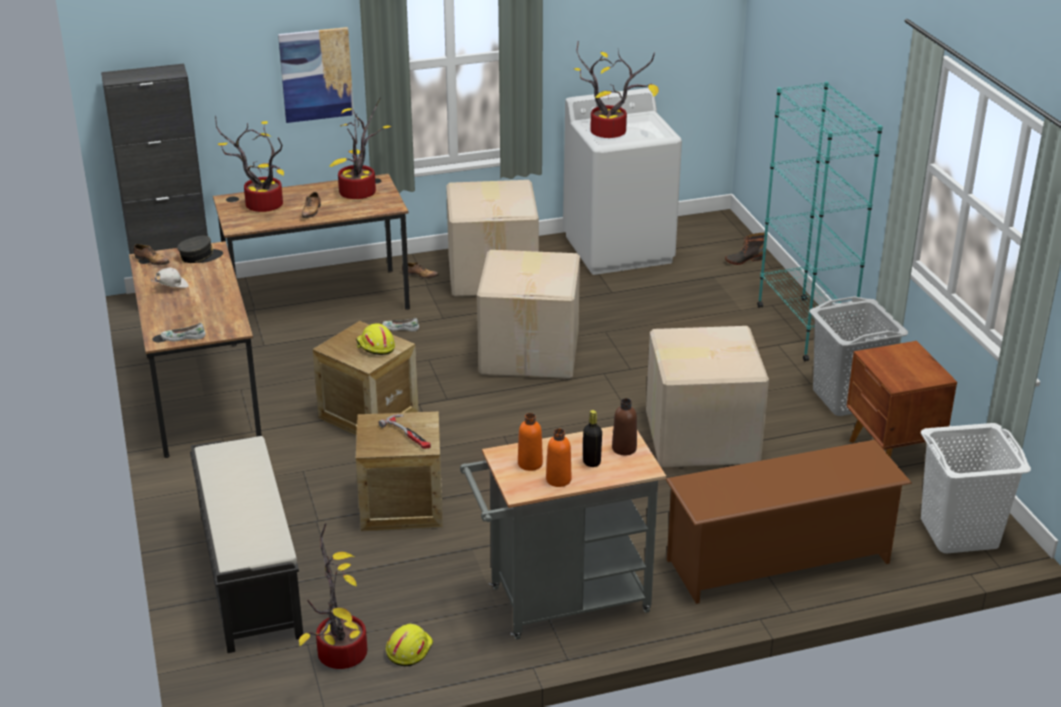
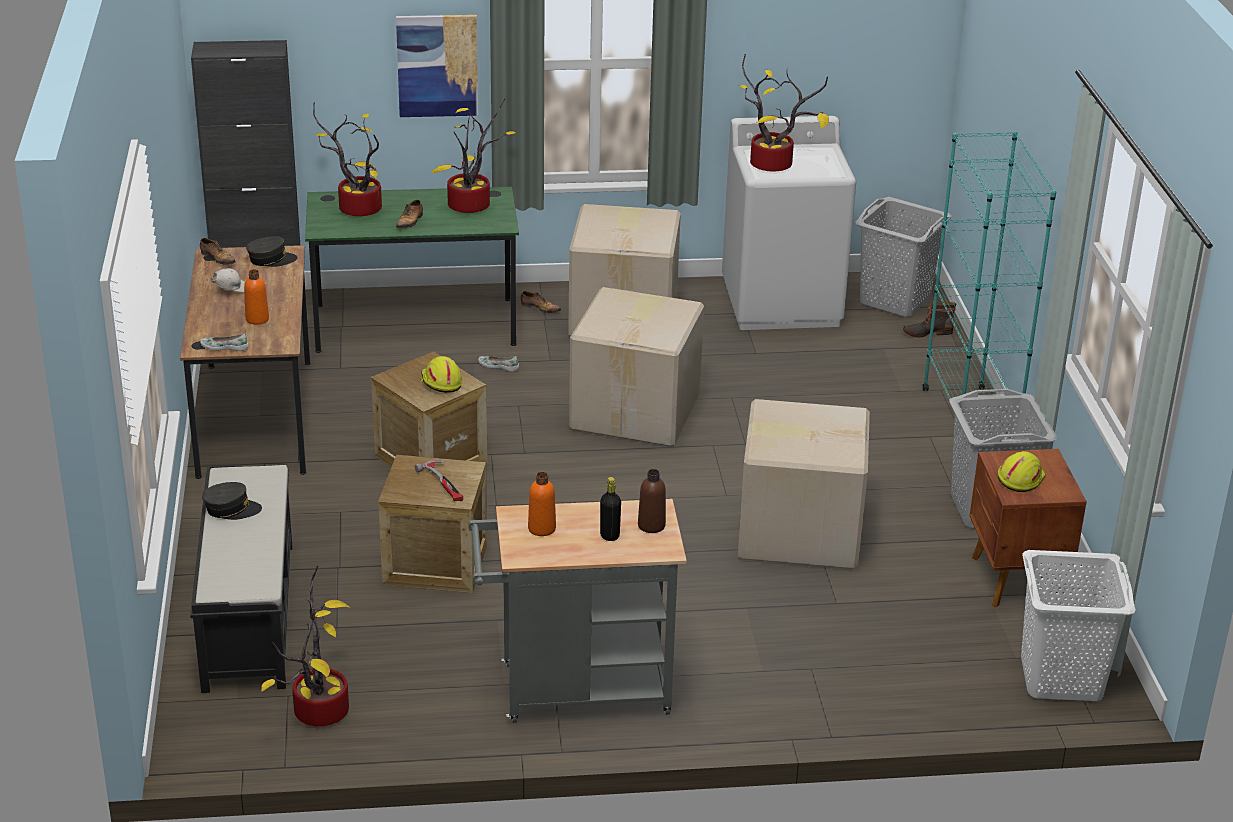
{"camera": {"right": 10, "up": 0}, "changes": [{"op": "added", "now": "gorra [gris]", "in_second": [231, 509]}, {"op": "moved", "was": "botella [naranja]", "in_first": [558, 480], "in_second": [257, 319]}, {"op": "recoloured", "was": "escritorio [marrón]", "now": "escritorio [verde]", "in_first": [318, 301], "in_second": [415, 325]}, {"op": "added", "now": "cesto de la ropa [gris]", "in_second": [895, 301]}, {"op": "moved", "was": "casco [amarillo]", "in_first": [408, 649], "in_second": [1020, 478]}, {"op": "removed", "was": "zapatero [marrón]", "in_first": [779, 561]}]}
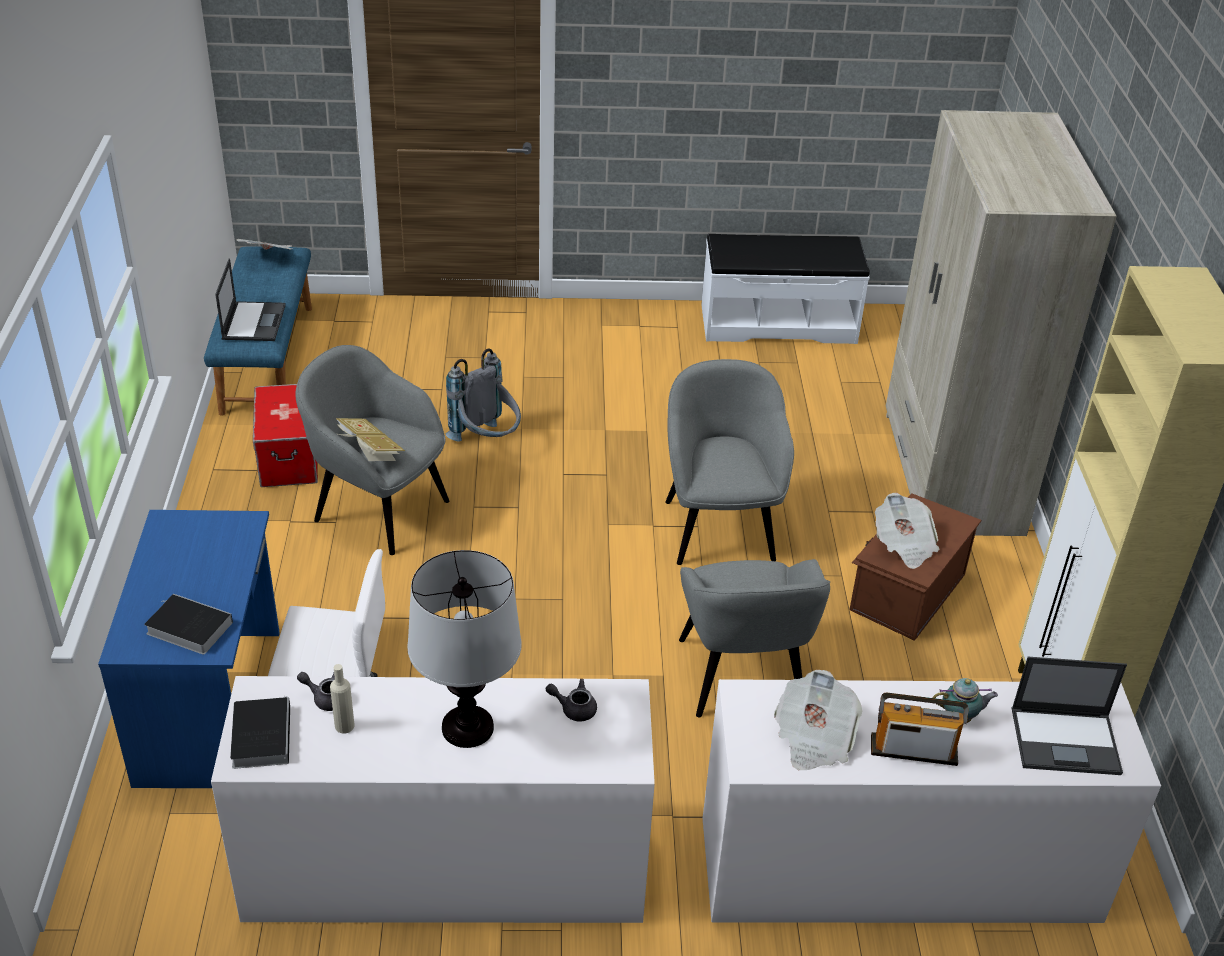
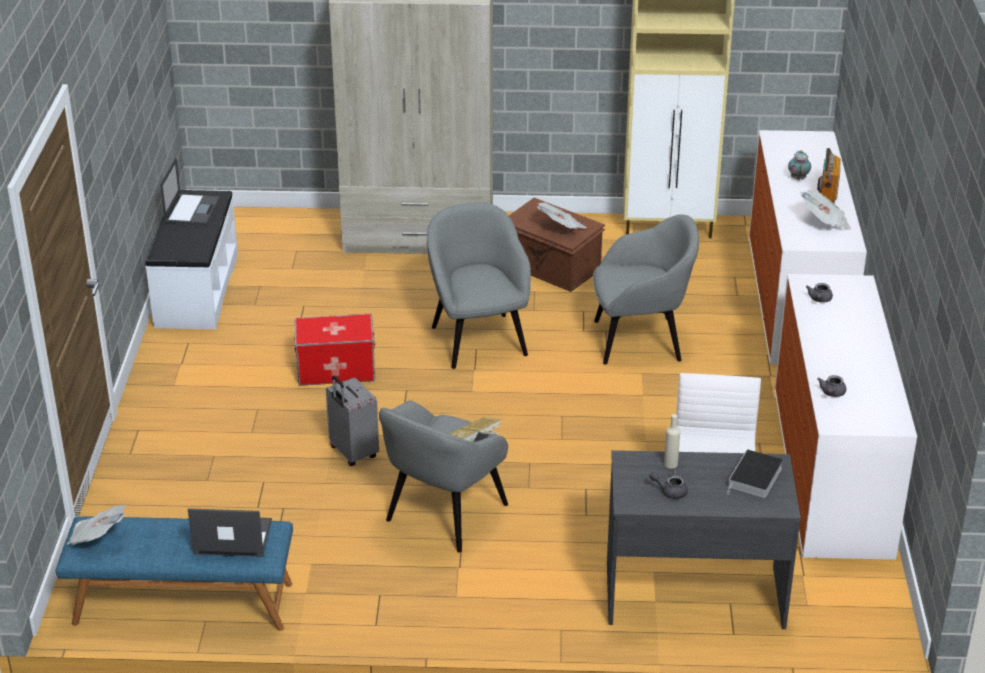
{"camera": {"right": -85, "up": -5}, "changes": [{"op": "moved", "was": "portátil", "in_first": [1066, 741], "in_second": [192, 209]}, {"op": "moved", "was": "caja de almacenaje", "in_first": [288, 457], "in_second": [336, 370]}, {"op": "replaced", "was": "mochila [gris]", "now": "maleta [gris]", "in_first": [487, 442], "in_second": [352, 453]}, {"op": "turned", "was": "sillón [gris]", "in_first": [719, 527], "in_second": [478, 339], "clockwise": 75}, {"op": "recoloured", "was": "escritorio [azul]", "now": "escritorio [gris]", "in_first": [212, 705], "in_second": [693, 593]}, {"op": "added", "now": "tetera [gris]", "in_second": [670, 491]}, {"op": "moved", "was": "botella [beis]", "in_first": [344, 726], "in_second": [670, 464]}, {"op": "removed", "was": "libro", "in_first": [261, 734]}, {"op": "removed", "was": "lámpara de mesa", "in_first": [467, 728]}]}
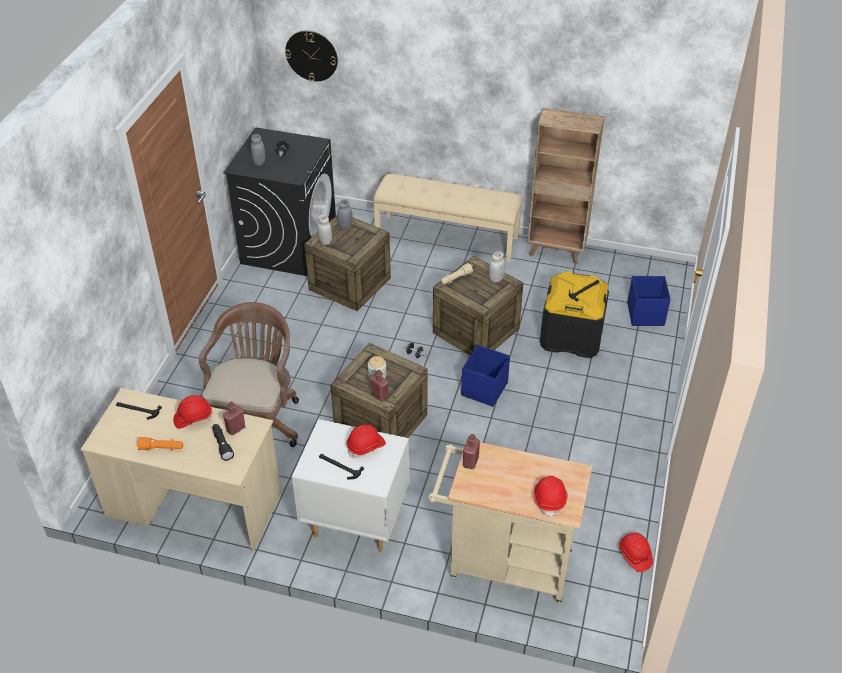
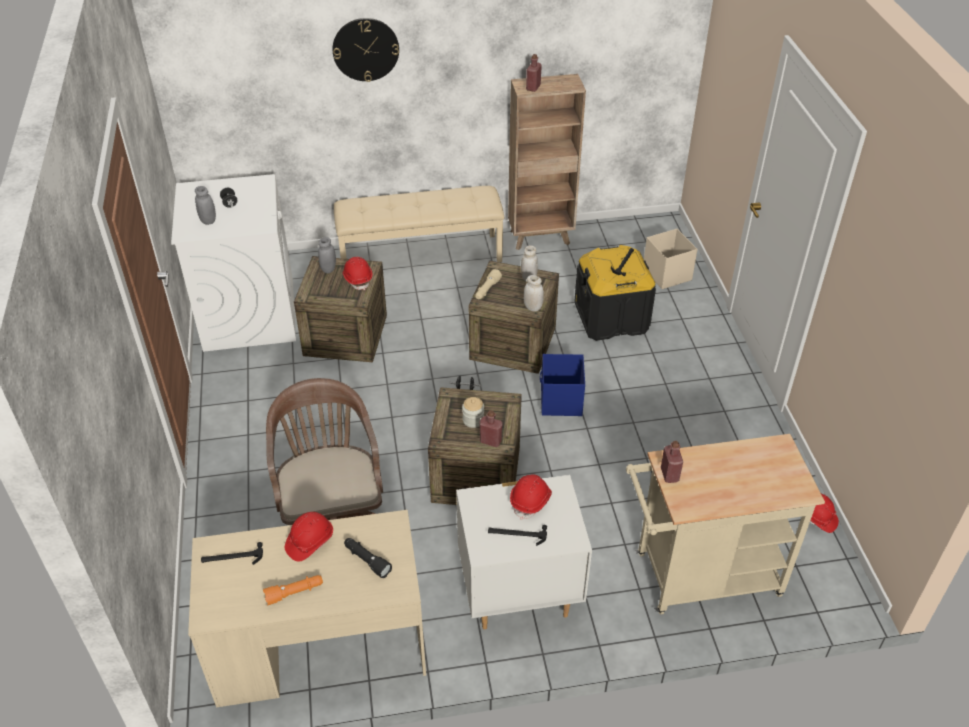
{"camera": {"right": -25, "up": 0}, "changes": [{"op": "recoloured", "was": "lavadora [negro]", "now": "lavadora [blanco]", "in_first": [289, 245], "in_second": [249, 314]}, {"op": "moved", "was": "reloj de pared", "in_first": [311, 55], "in_second": [365, 49]}, {"op": "moved", "was": "casco [rojo]", "in_first": [549, 499], "in_second": [357, 279]}, {"op": "moved", "was": "tarro [blanco]", "in_first": [325, 241], "in_second": [533, 307]}, {"op": "moved", "was": "botella [rojo]", "in_first": [236, 429], "in_second": [533, 87]}, {"op": "recoloured", "was": "caja de almacenaje [azul]", "now": "caja de almacenaje [beis]", "in_first": [645, 314], "in_second": [666, 274]}]}
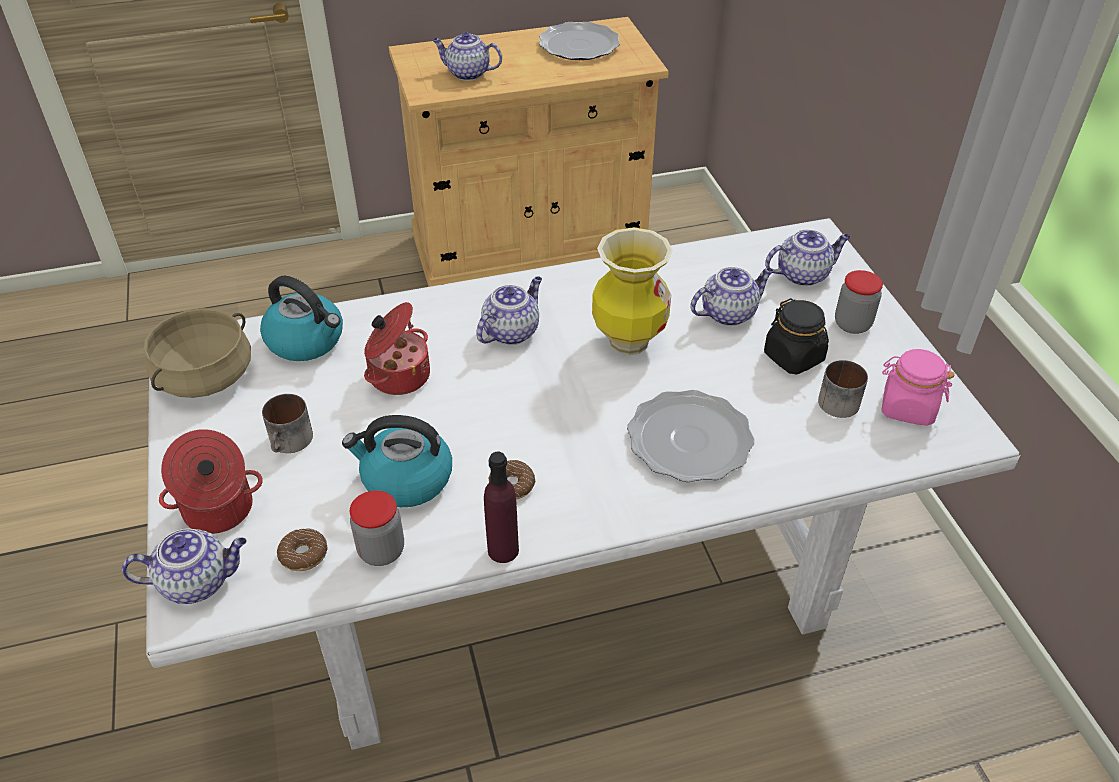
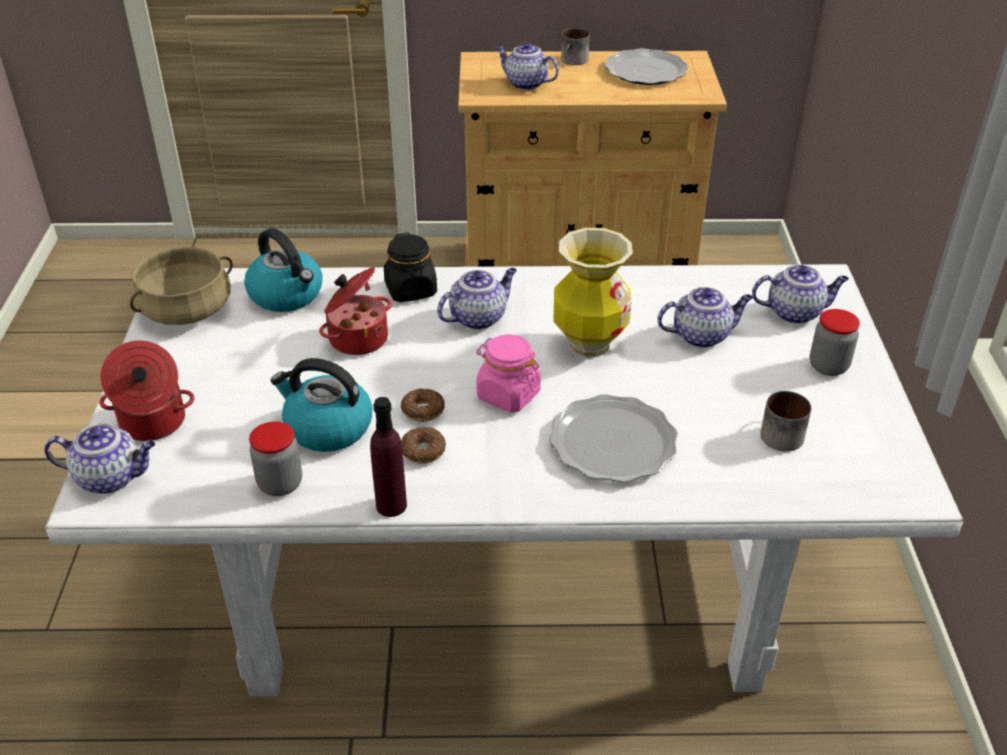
{"camera": {"right": 15, "up": -5}, "changes": [{"op": "moved", "was": "tarro [negro]", "in_first": [794, 357], "in_second": [411, 290]}, {"op": "moved", "was": "rosquilla", "in_first": [304, 555], "in_second": [423, 410]}, {"op": "moved", "was": "tarro [rosa]", "in_first": [907, 407], "in_second": [508, 395]}, {"op": "moved", "was": "taza grande", "in_first": [291, 442], "in_second": [574, 61]}]}
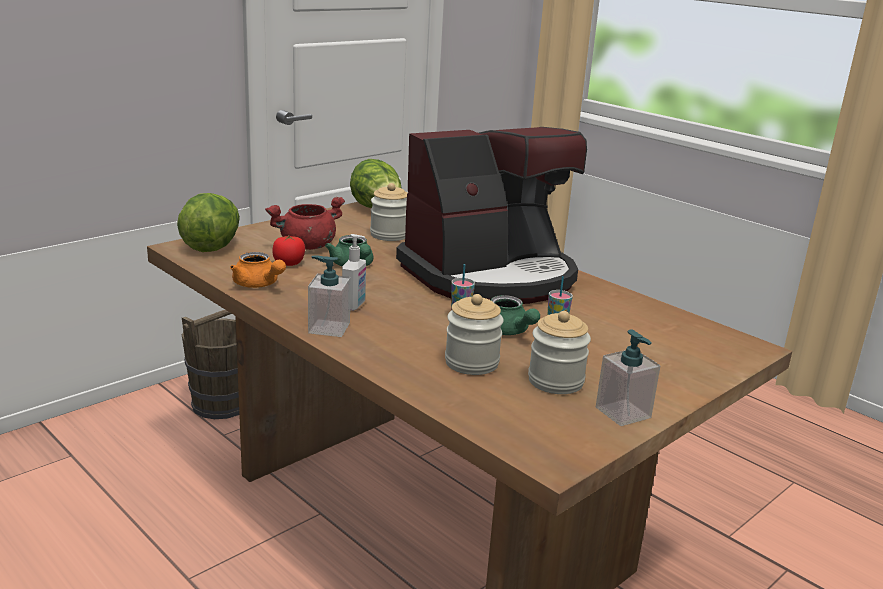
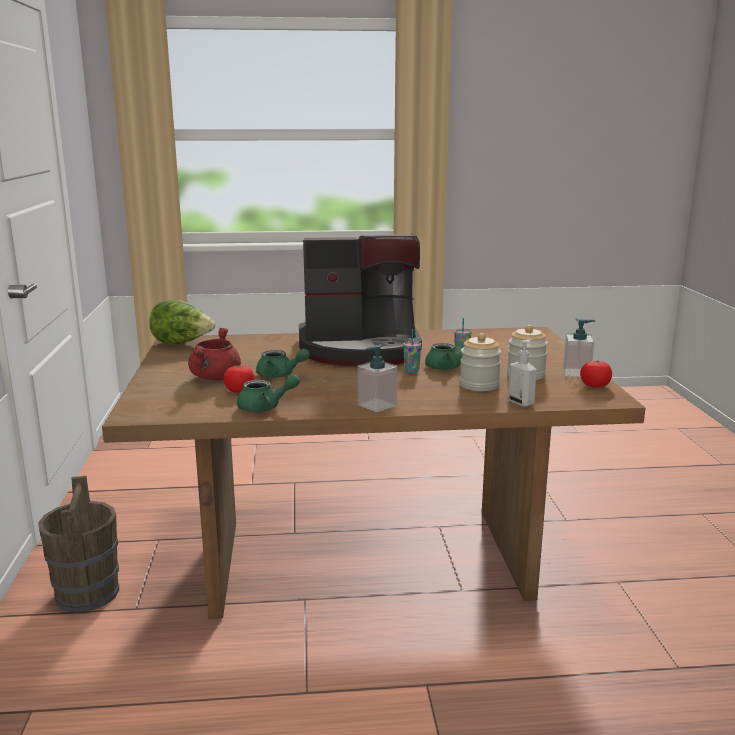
{"camera": {"right": -50, "up": -5}, "changes": [{"op": "recoloured", "was": "tetera [naranja]", "now": "tetera [verde]", "in_first": [258, 285], "in_second": [265, 407]}, {"op": "turned", "was": "cafetera", "in_first": [490, 276], "in_second": [361, 349], "clockwise": 75}, {"op": "moved", "was": "dispensador de jabón", "in_first": [354, 305], "in_second": [521, 403]}, {"op": "added", "now": "tomate", "in_second": [595, 385]}, {"op": "removed", "was": "lechuga", "in_first": [211, 245]}, {"op": "removed", "was": "tarro", "in_first": [389, 235]}]}
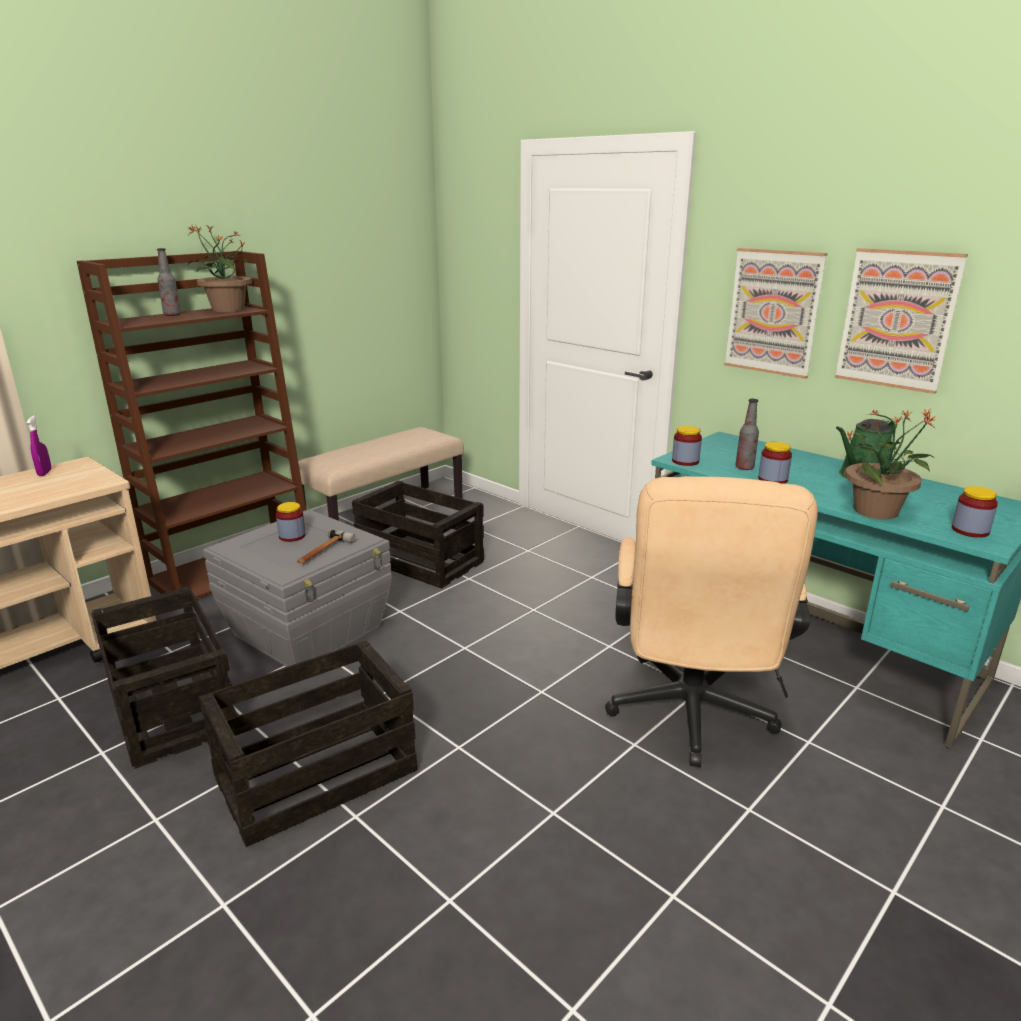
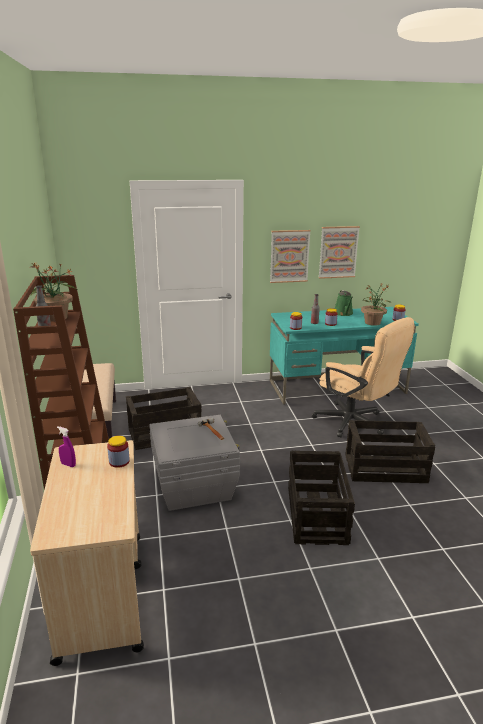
{"camera": {"right": -55, "up": 0}, "changes": [{"op": "moved", "was": "tarro", "in_first": [292, 536], "in_second": [119, 462]}, {"op": "moved", "was": "caja de embalaje", "in_first": [172, 707], "in_second": [385, 469]}]}
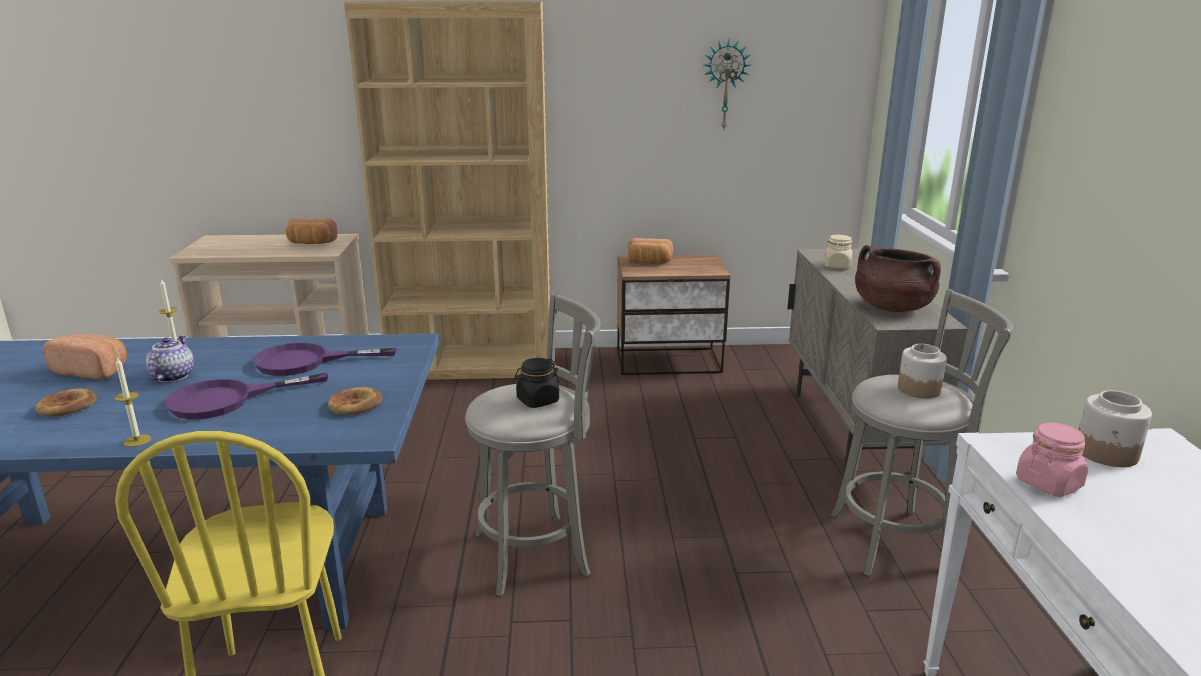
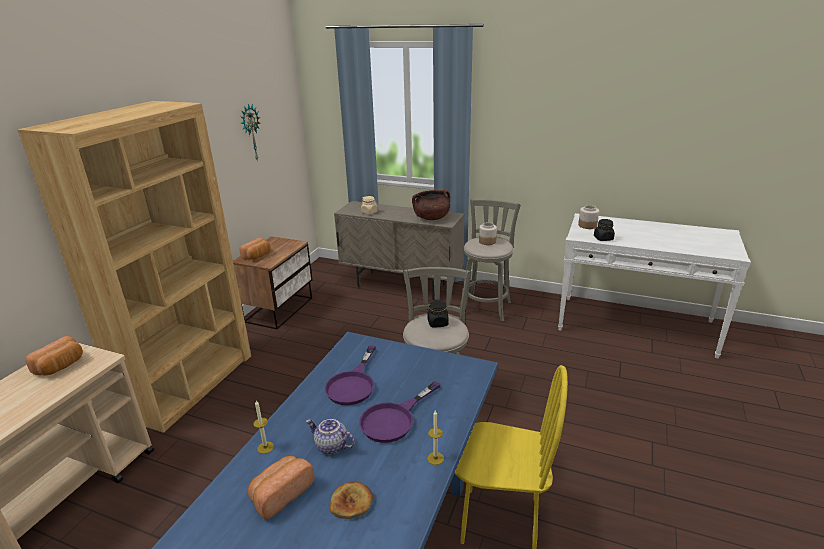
{"camera": {"right": -65, "up": 5}, "changes": [{"op": "turned", "was": "sartén [morado]", "in_first": [227, 400], "in_second": [394, 419], "clockwise": 45}, {"op": "recoloured", "was": "tarro [rosa]", "now": "tarro [negro]", "in_first": [1048, 483], "in_second": [603, 238]}, {"op": "removed", "was": "pan", "in_first": [355, 405]}]}
